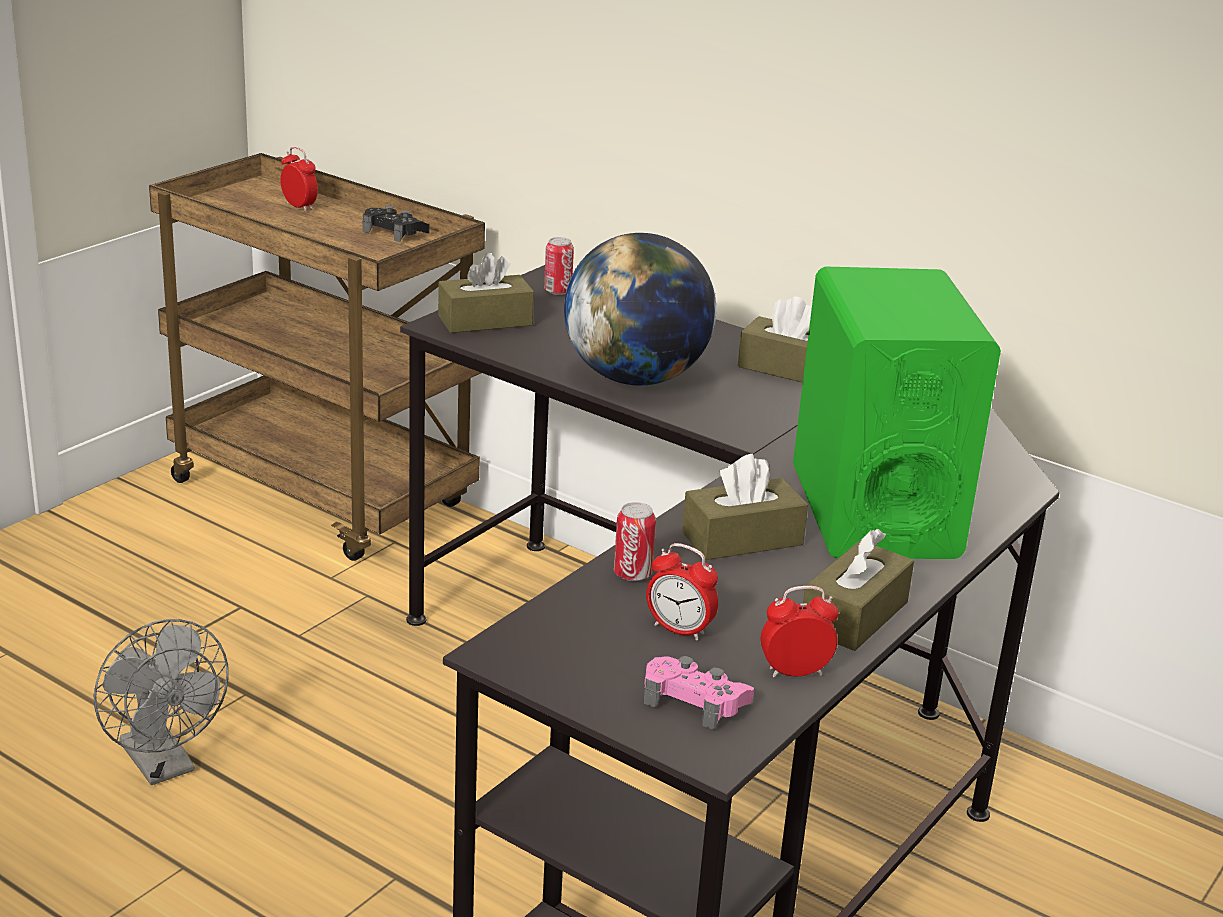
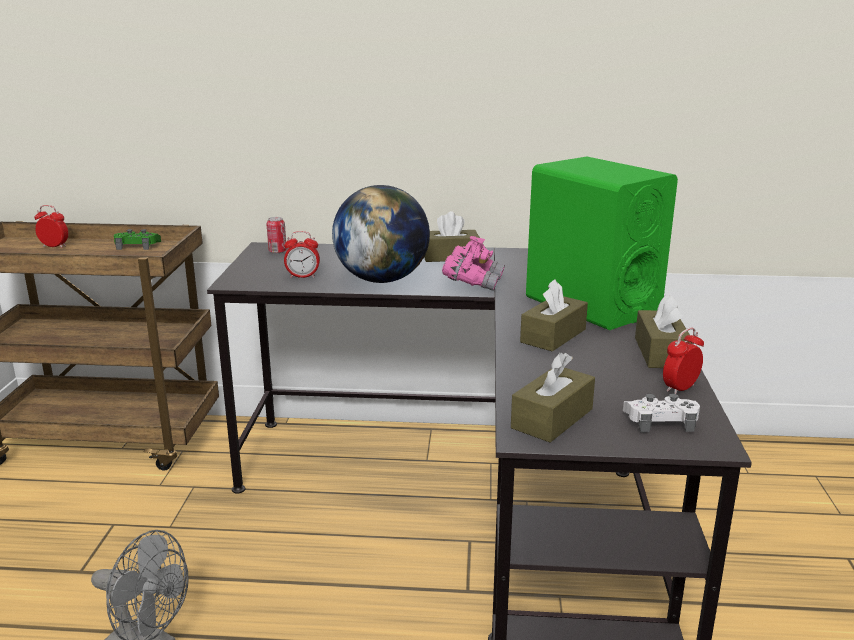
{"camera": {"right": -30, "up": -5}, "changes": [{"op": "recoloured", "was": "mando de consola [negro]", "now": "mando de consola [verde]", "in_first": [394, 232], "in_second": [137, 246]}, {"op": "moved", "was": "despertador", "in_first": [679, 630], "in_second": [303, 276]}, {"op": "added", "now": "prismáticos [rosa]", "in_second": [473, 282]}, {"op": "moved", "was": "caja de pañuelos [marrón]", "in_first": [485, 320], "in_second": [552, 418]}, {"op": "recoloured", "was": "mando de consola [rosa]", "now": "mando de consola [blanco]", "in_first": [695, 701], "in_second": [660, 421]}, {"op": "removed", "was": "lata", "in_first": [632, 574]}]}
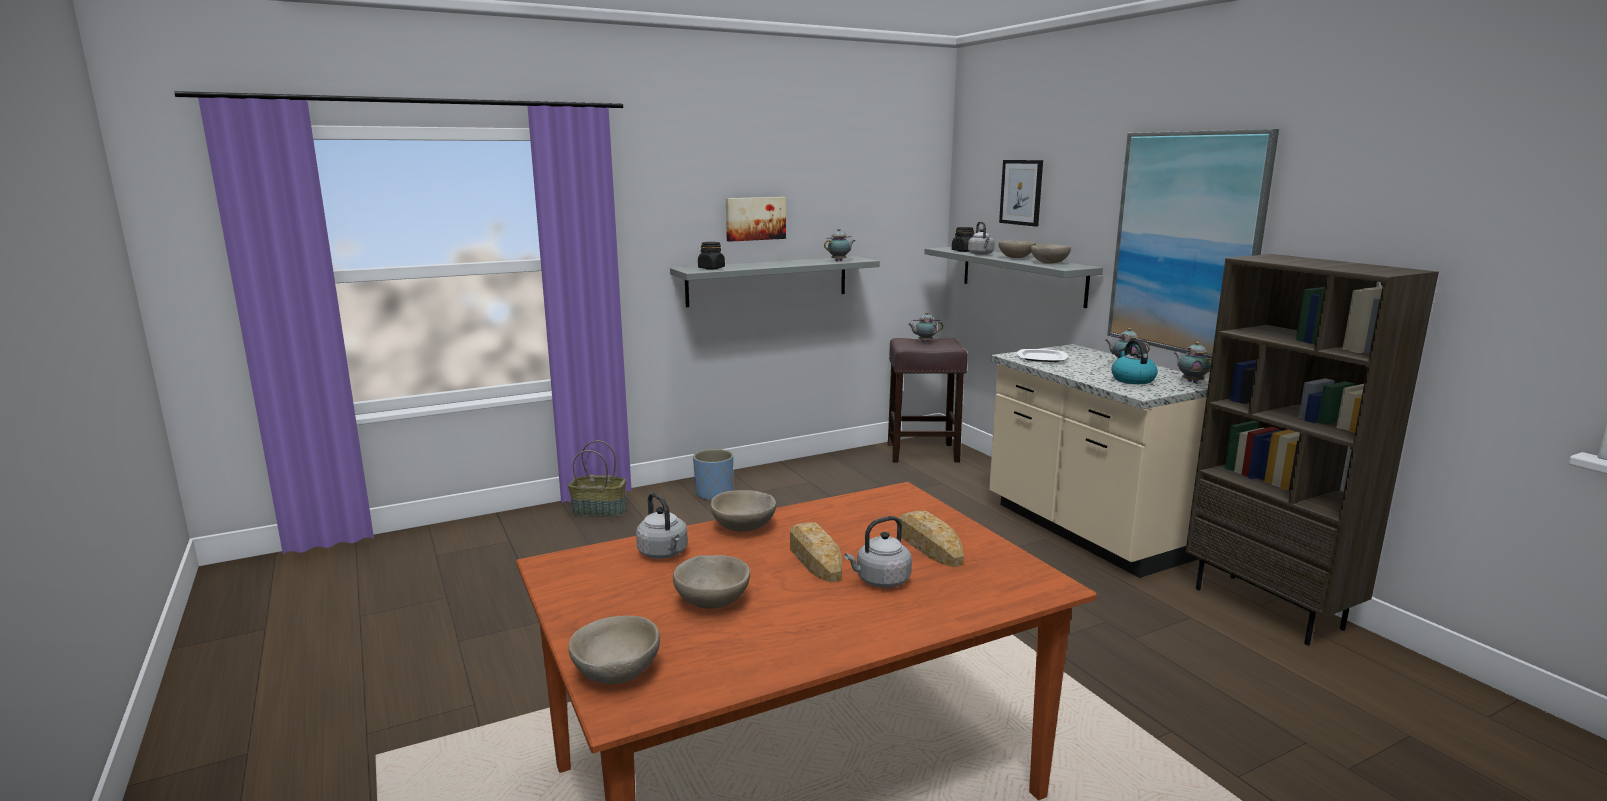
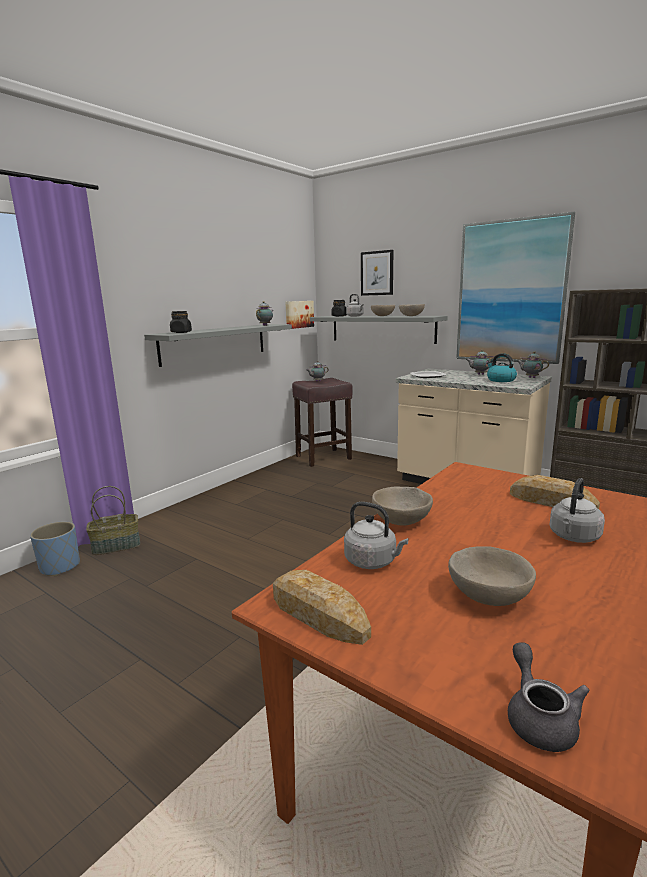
{"camera": {"right": -25, "up": 0}, "changes": [{"op": "moved", "was": "maceta [azul]", "in_first": [714, 494], "in_second": [60, 567]}, {"op": "moved", "was": "pan", "in_first": [815, 559], "in_second": [317, 614]}, {"op": "moved", "was": "cuadro", "in_first": [755, 218], "in_second": [298, 314]}, {"op": "replaced", "was": "cuenco [beis]", "now": "tetera [gris]", "in_first": [616, 672], "in_second": [539, 717]}]}
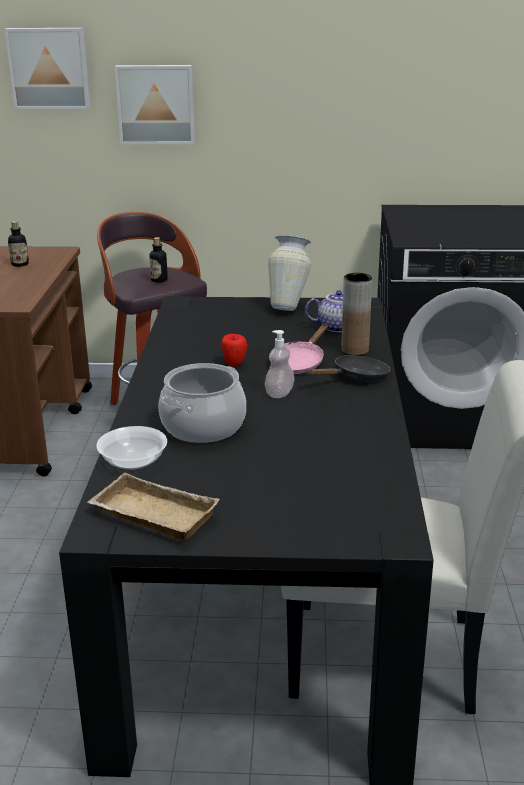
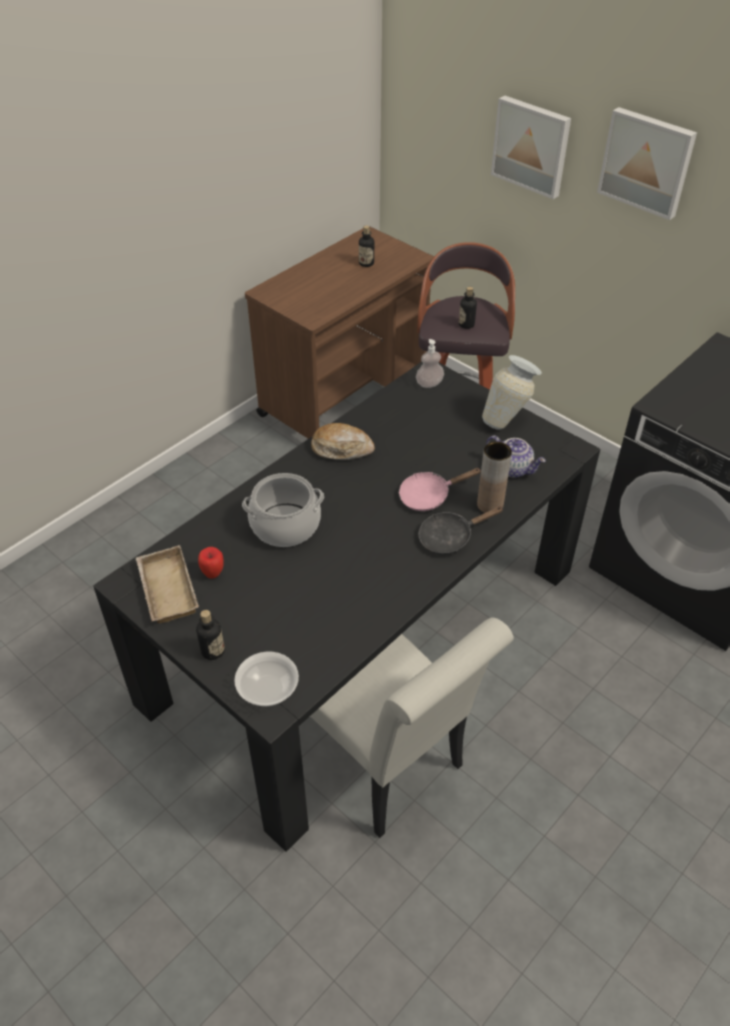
{"camera": {"right": 40, "up": 20}, "changes": [{"op": "added", "now": "botella", "in_second": [213, 651]}, {"op": "moved", "was": "manzana", "in_first": [234, 364], "in_second": [213, 573]}, {"op": "moved", "was": "cuenco", "in_first": [133, 461], "in_second": [268, 688]}, {"op": "added", "now": "pan", "in_second": [342, 449]}, {"op": "moved", "was": "dispensador de jabón", "in_first": [279, 394], "in_second": [429, 384]}, {"op": "turned", "was": "sartén [negro]", "in_first": [356, 377], "in_second": [450, 537], "clockwise": 150}, {"op": "moved", "was": "cuadro", "in_first": [49, 68], "in_second": [647, 162]}]}
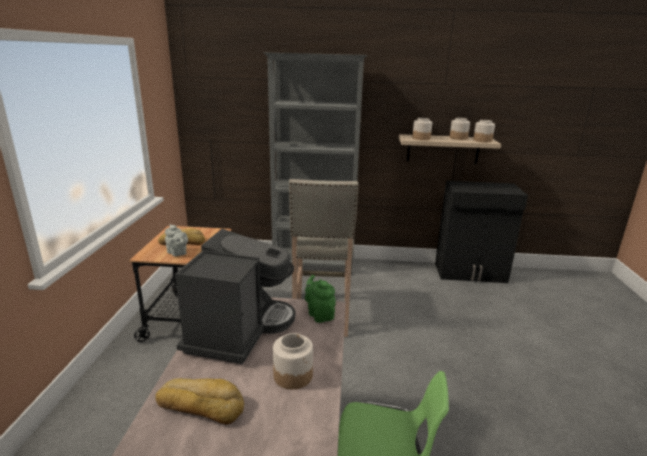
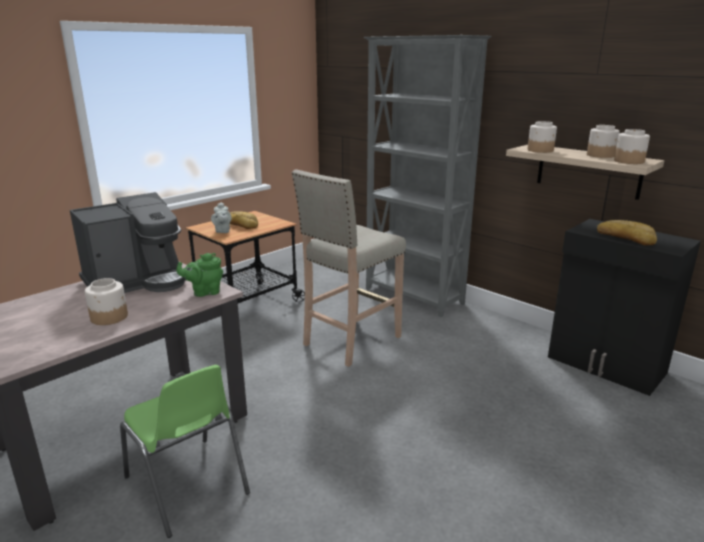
{"camera": {"right": 40, "up": 0}, "changes": [{"op": "turned", "was": "tetera [verde]", "in_first": [319, 314], "in_second": [204, 292], "clockwise": -120}, {"op": "moved", "was": "pan", "in_first": [201, 405], "in_second": [625, 238]}]}
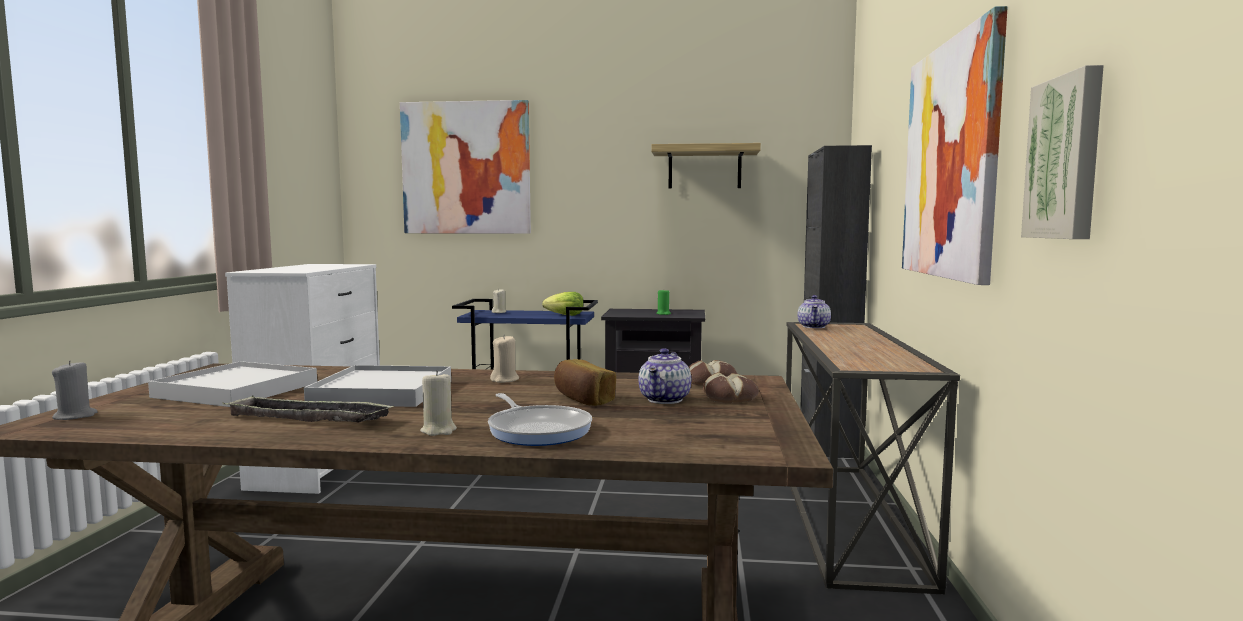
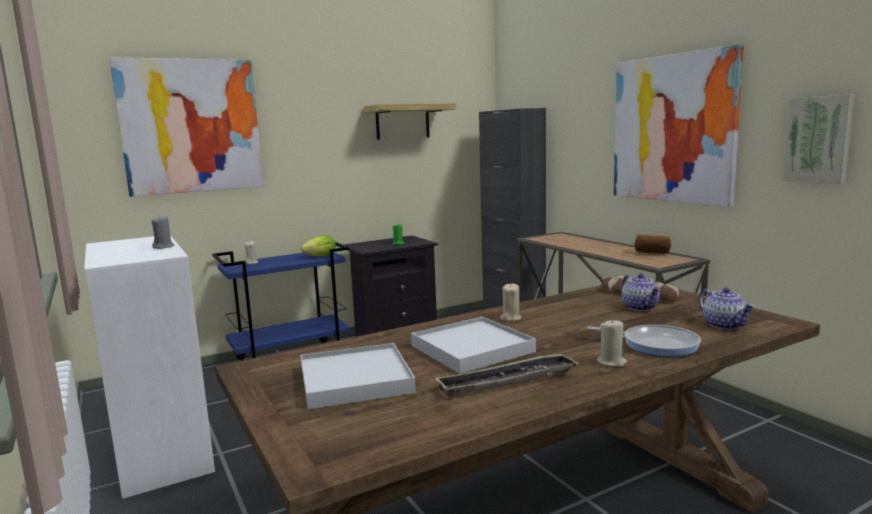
{"camera": {"right": -35, "up": 5}, "changes": [{"op": "moved", "was": "vela [gris]", "in_first": [75, 416], "in_second": [164, 247]}, {"op": "moved", "was": "pan", "in_first": [583, 399], "in_second": [652, 252]}, {"op": "moved", "was": "tetera", "in_first": [814, 326], "in_second": [724, 325]}]}
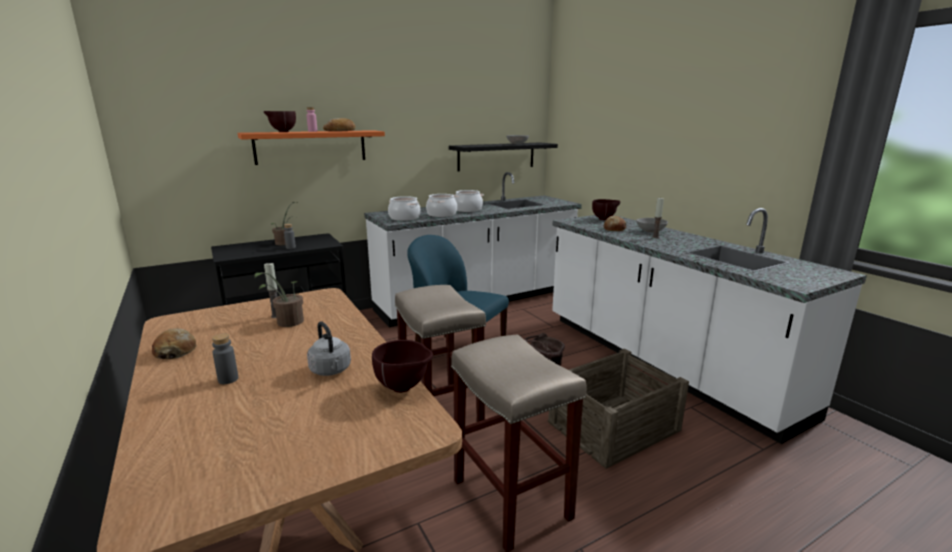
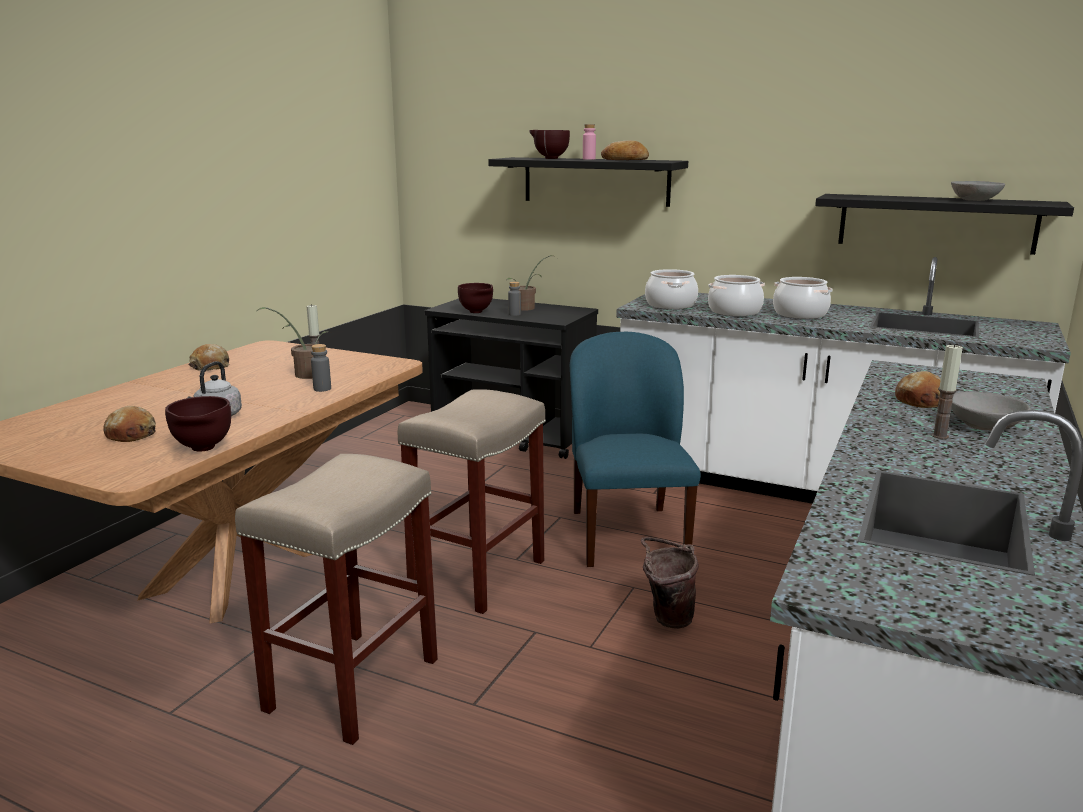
{"camera": {"right": 55, "up": 0}, "changes": [{"op": "added", "now": "pan", "in_second": [132, 434]}, {"op": "moved", "was": "botella [gris]", "in_first": [228, 379], "in_second": [322, 389]}, {"op": "moved", "was": "cuenco [marrón]", "in_first": [605, 219], "in_second": [477, 312]}, {"op": "recoloured", "was": "estante [naranja]", "now": "estante [negro]", "in_first": [311, 147], "in_second": [595, 181]}, {"op": "removed", "was": "caja de embalaje", "in_first": [614, 426]}]}
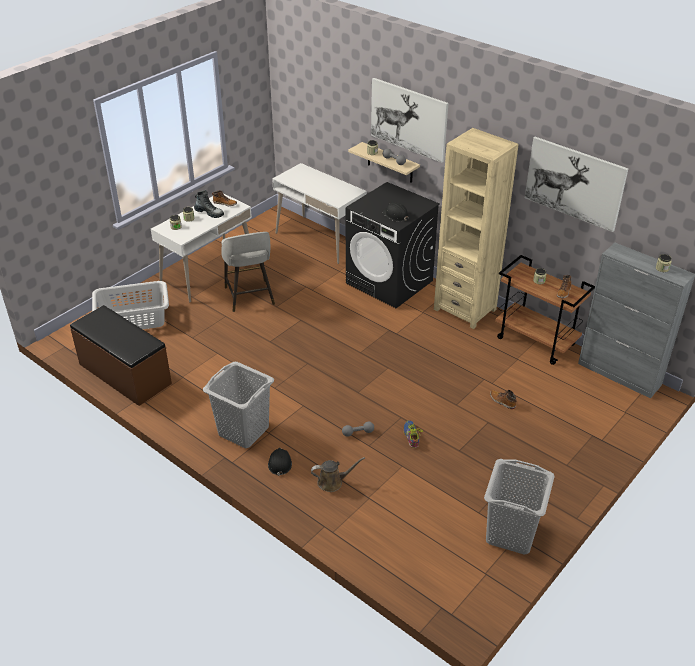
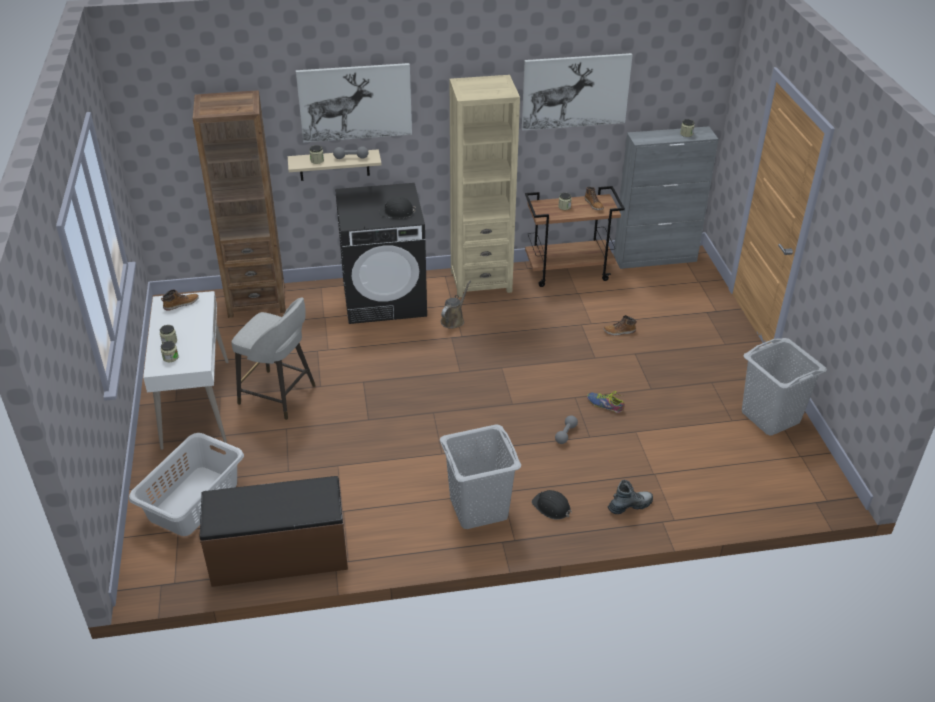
{"camera": {"right": -50, "up": 0}, "changes": [{"op": "replaced", "was": "escritorio [blanco]", "now": "estantería [marrón]", "in_first": [320, 239], "in_second": [256, 301]}, {"op": "moved", "was": "regadera [marrón]", "in_first": [332, 482], "in_second": [453, 320]}, {"op": "moved", "was": "bota", "in_first": [209, 213], "in_second": [629, 505]}]}
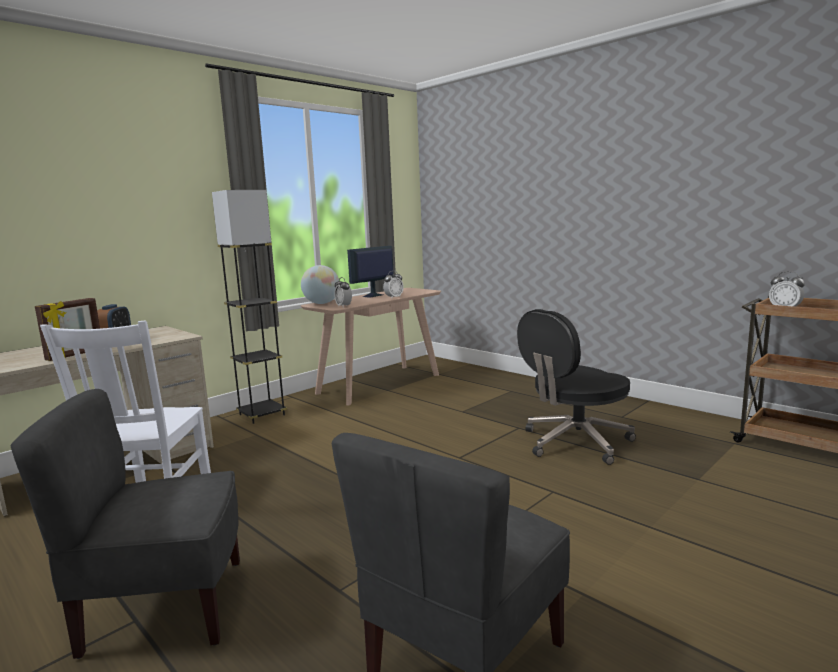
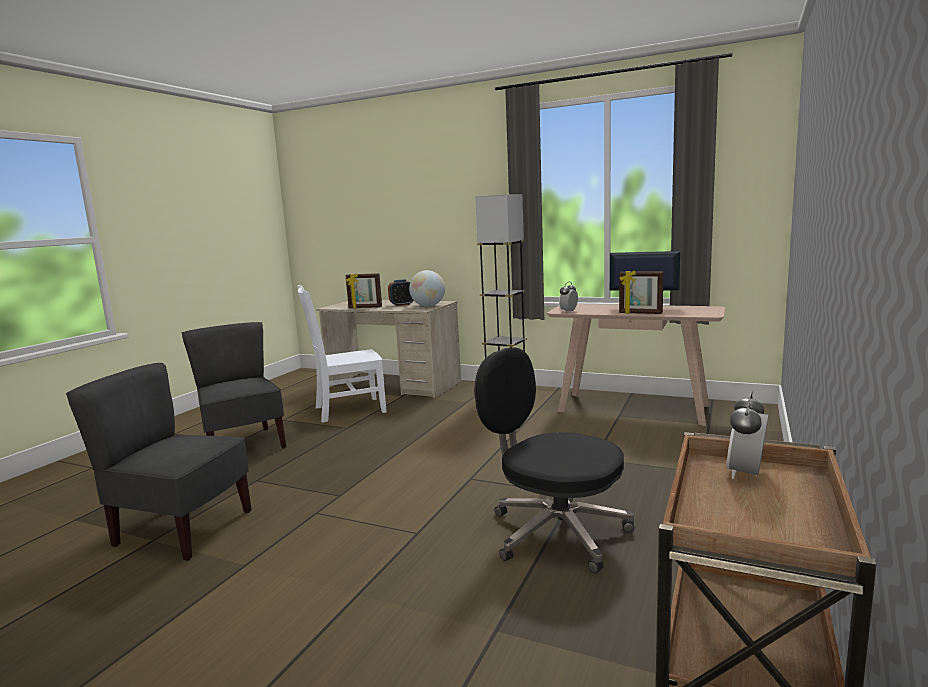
{"camera": {"right": 70, "up": 0}, "changes": [{"op": "moved", "was": "globo terráqueo", "in_first": [321, 303], "in_second": [428, 306]}, {"op": "replaced", "was": "despertador", "now": "portarretratos", "in_first": [394, 297], "in_second": [640, 313]}]}
